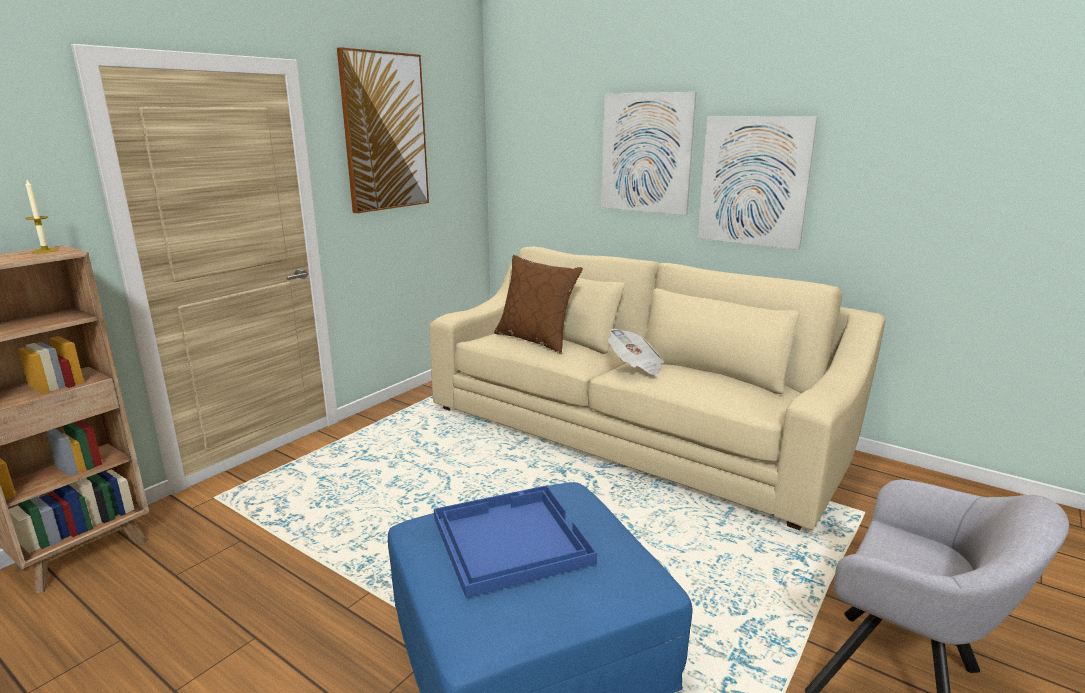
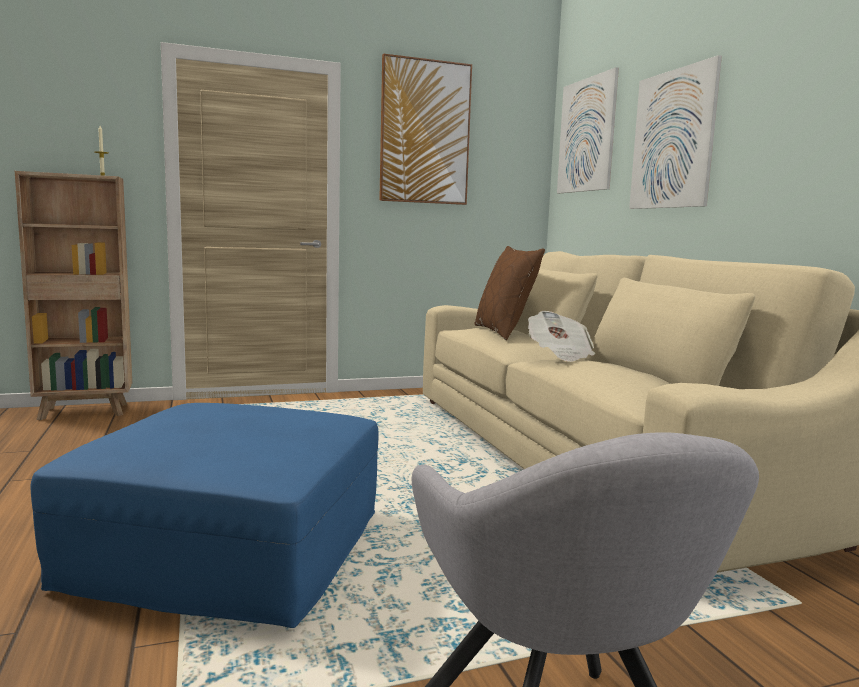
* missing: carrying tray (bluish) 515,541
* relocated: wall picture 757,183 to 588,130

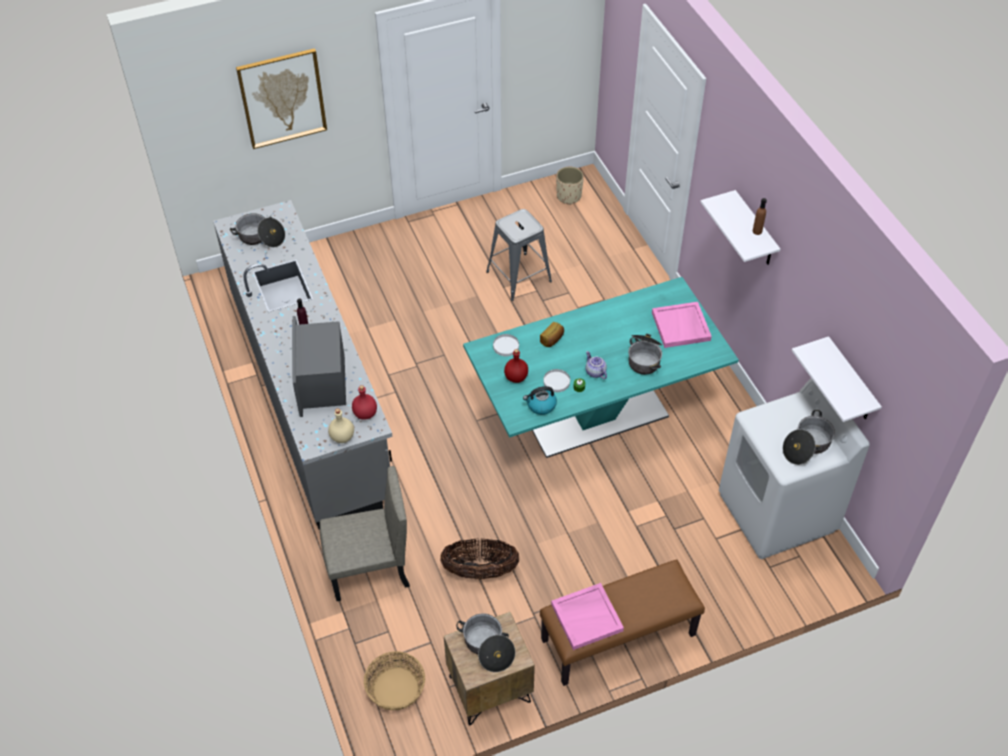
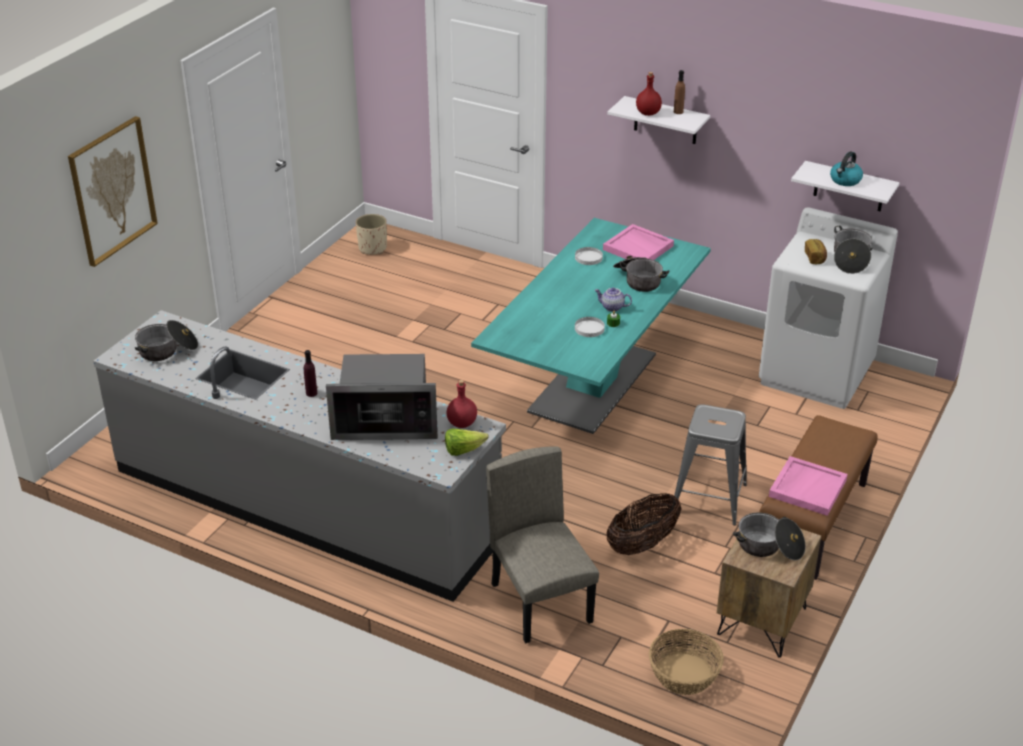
* relocated: stool (gray) 519,255 to 710,464
* relocated: plate (white-coloured) 506,345 to 589,256
* relocated: drink bottle (reddish) 516,366 to 649,94
* relocated: water kettle 540,400 to 846,168
* relocated: bread 552,334 to 816,251
* exchanged: drink bottle (beige-coloured) 341,425 to lettuce head 467,442
* spun: kitchen microwave 319,366 = 382,397 45 degrees counterclockwise
* spun: chair (beige-coloured) 365,533 = 542,544 60 degrees counterclockwise

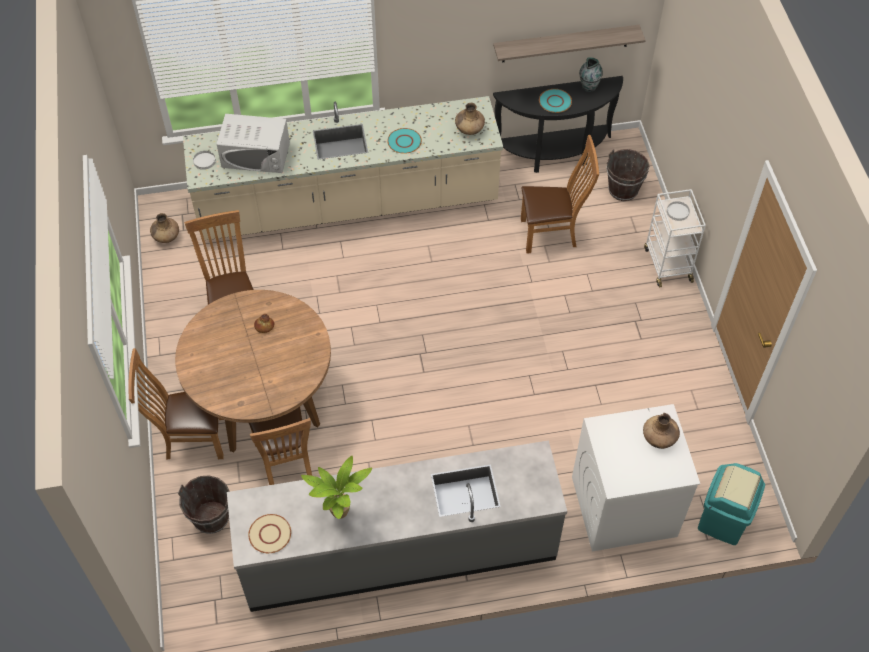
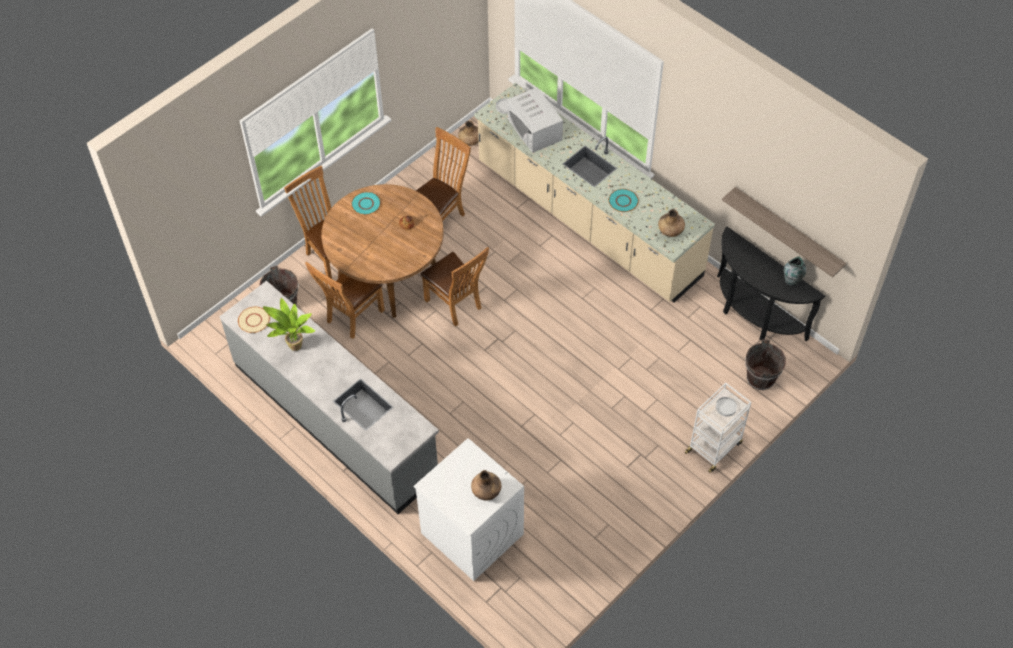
* missing: trash can (blue-green) 731,504
* relocated: chair (brownish) 560,194 to 455,287
* relocated: plate (blue-green) 555,101 to 366,203

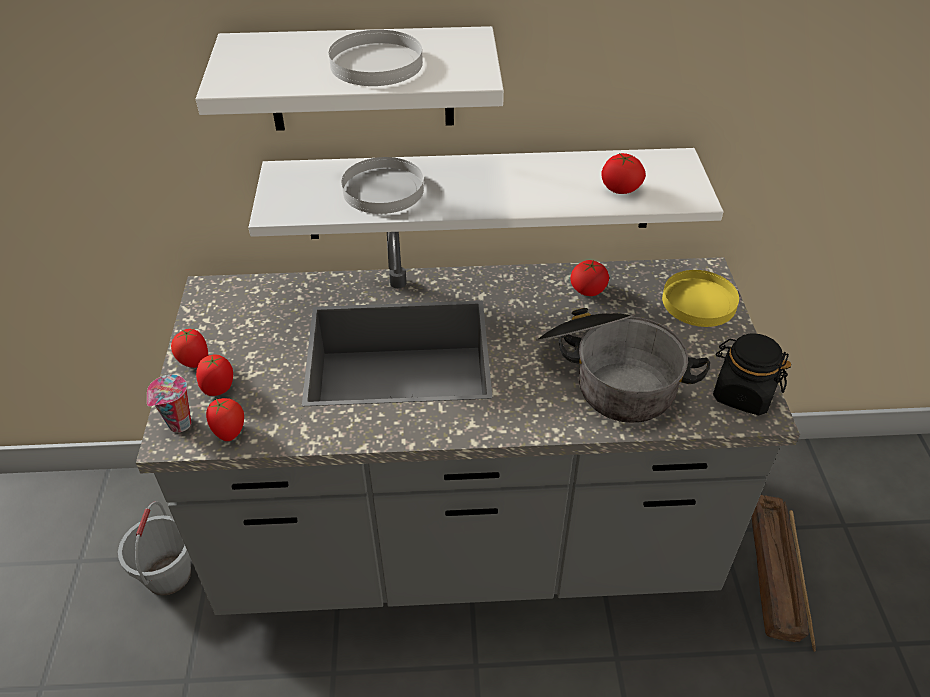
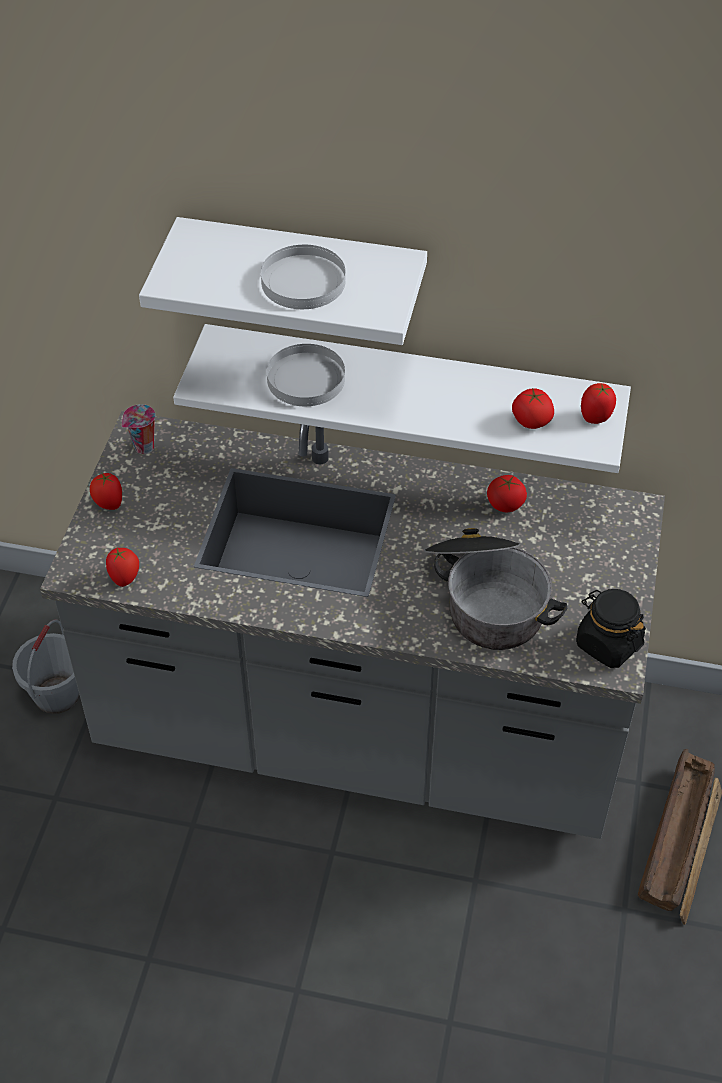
* missing: plate (yellow) 700,298
* relocated: drinking cup 169,404 to 139,429
* relocated: whole tomato 214,375 to 598,403

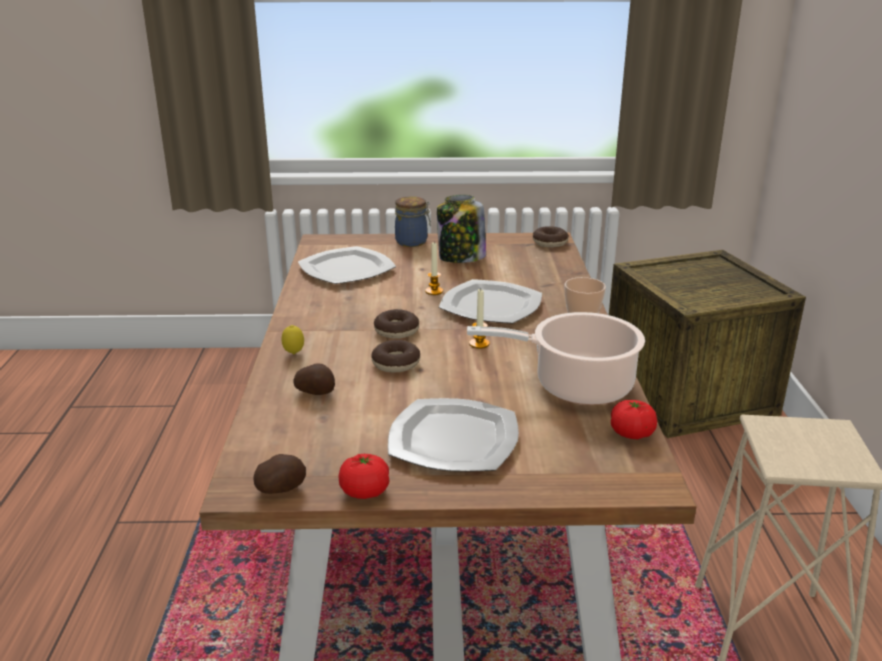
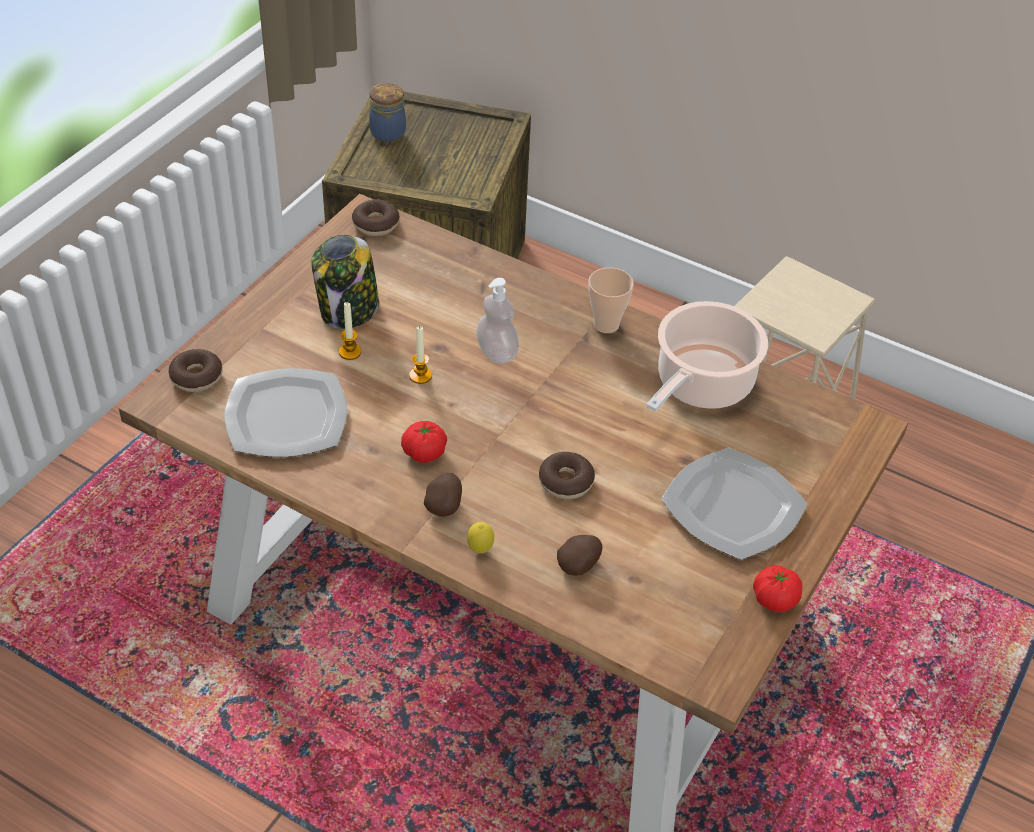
* relocated: potato 279,474 to 443,495
* relocated: ring doughnut 396,324 to 196,370
* relocated: jar 413,221 to 387,112
* relocated: wax candle 479,319 to 350,331
* relocated: whole tomato 634,419 to 424,442
* exchanged: plate 490,301 to soap bottle 497,320

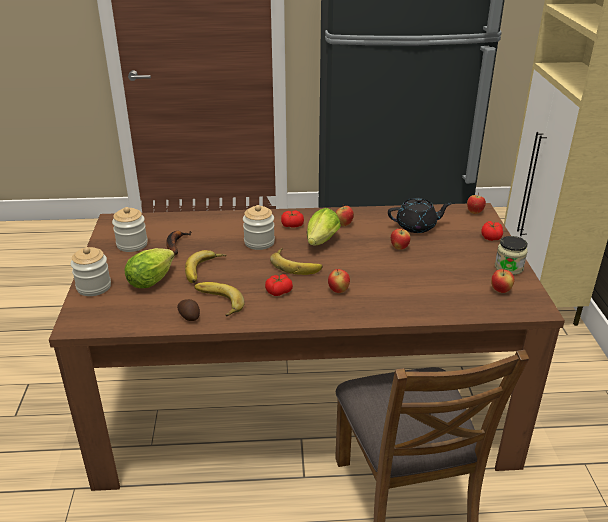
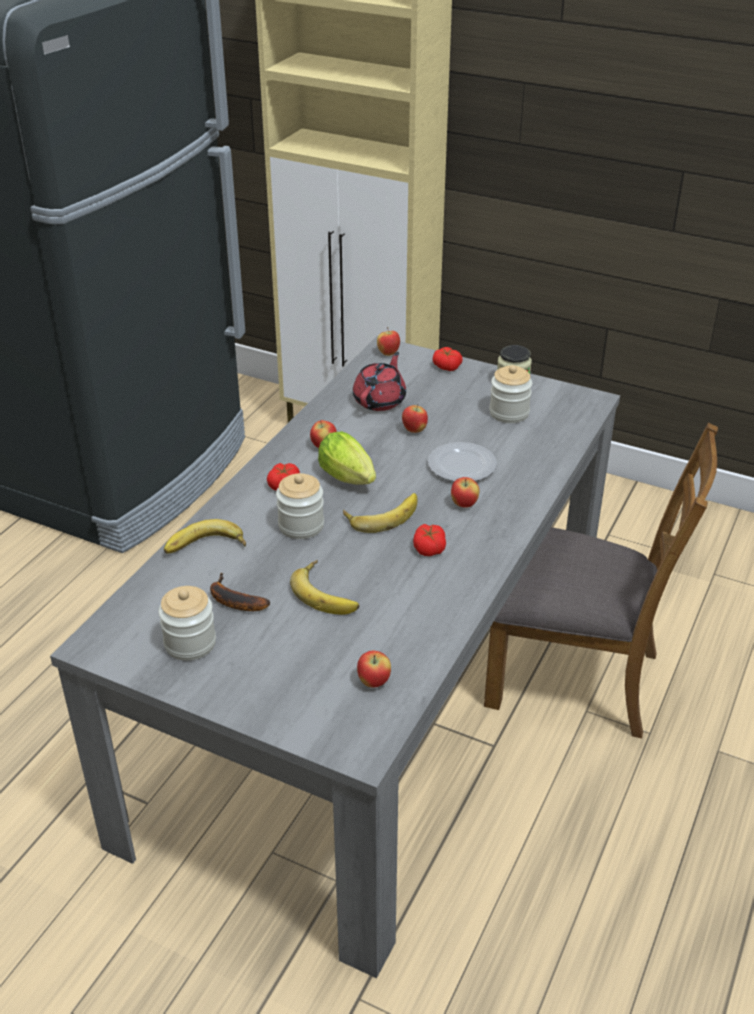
* missing: lettuce head 150,268
* missing: potato 188,310
* appeared: plate 462,461
* relocated: jar 91,271 to 510,394
* relocated: banana fruit 219,299 to 205,536
* relocated: apple 502,281 to 374,669
* colour: dining table (brownish) 307,347 to dining table (gray) 335,657
* colour: pot for tea (black) 420,215 to pot for tea (reddish) 379,381

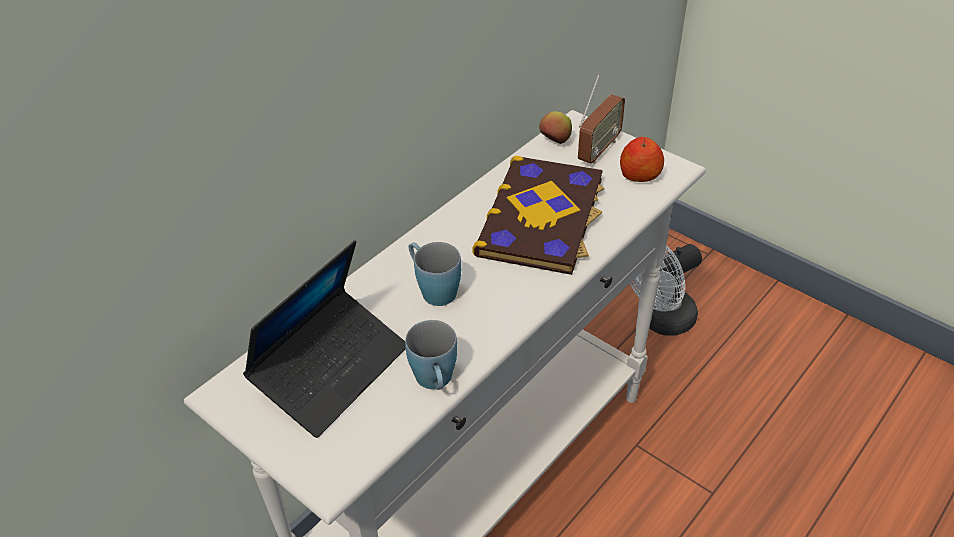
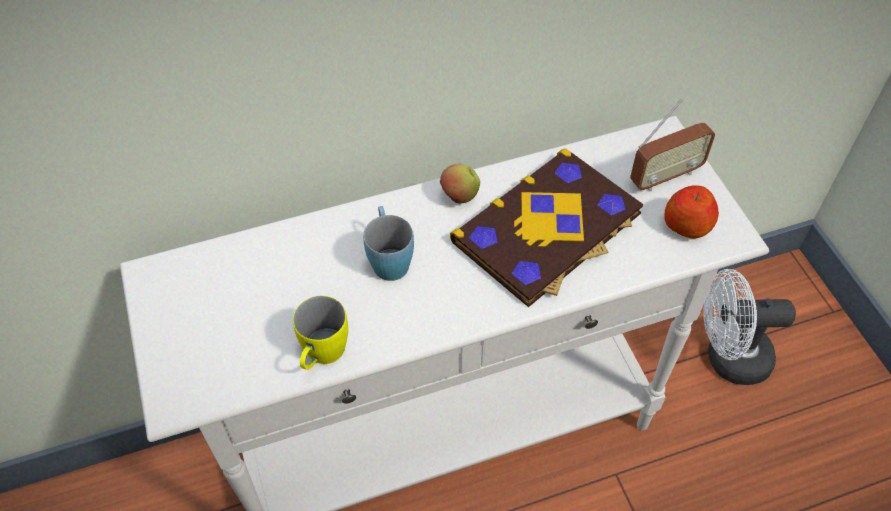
* missing: notebook computer 324,339
* relocated: apple 555,127 to 460,184
* colour: tea mug (bluish) 431,355 to tea mug (yellow) 320,333

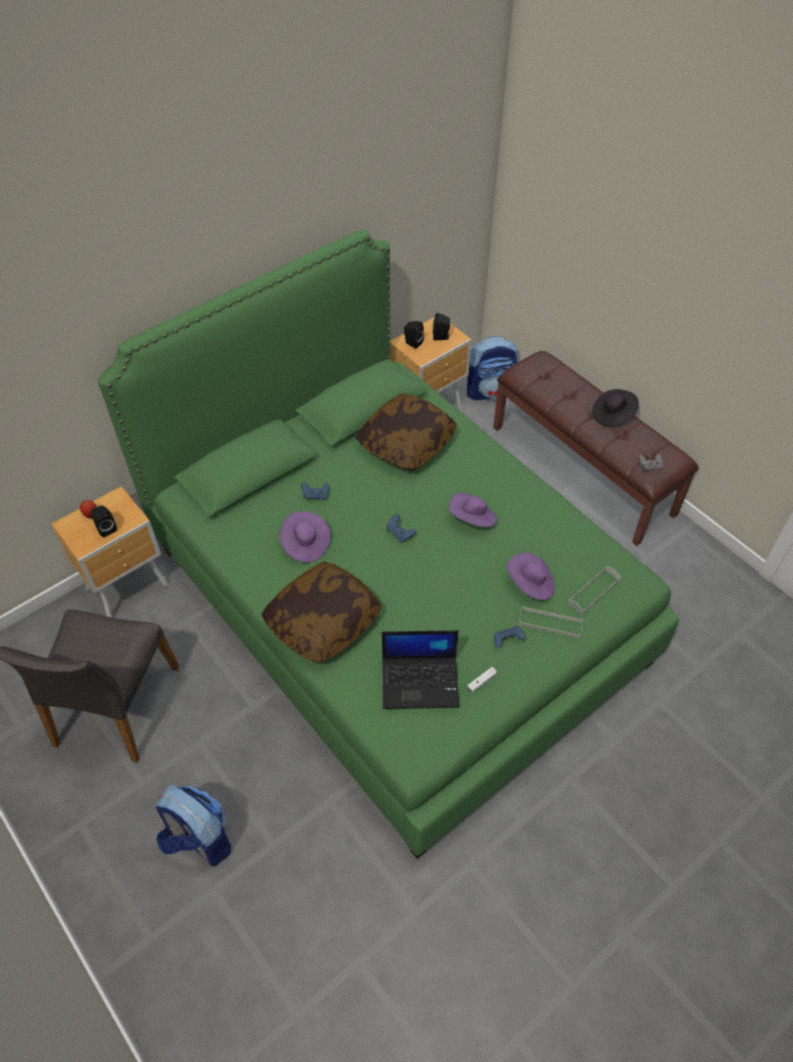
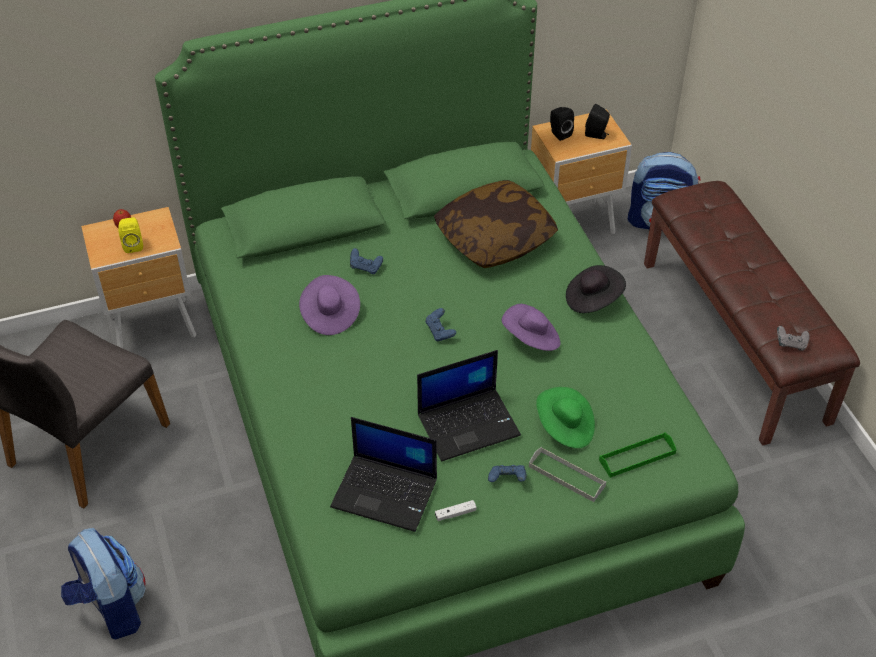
* missing: pillow 321,612
* appeared: notebook computer 469,406
* relocated: clothing hat (black) 615,408 to 596,289
* colour: audio speaker (black) 104,521 to audio speaker (yellow) 130,235
* colour: clothing hat (purple) 531,576 to clothing hat (green) 565,417
* colour: carrying tray (gray) 594,590 to carrying tray (green) 638,455

